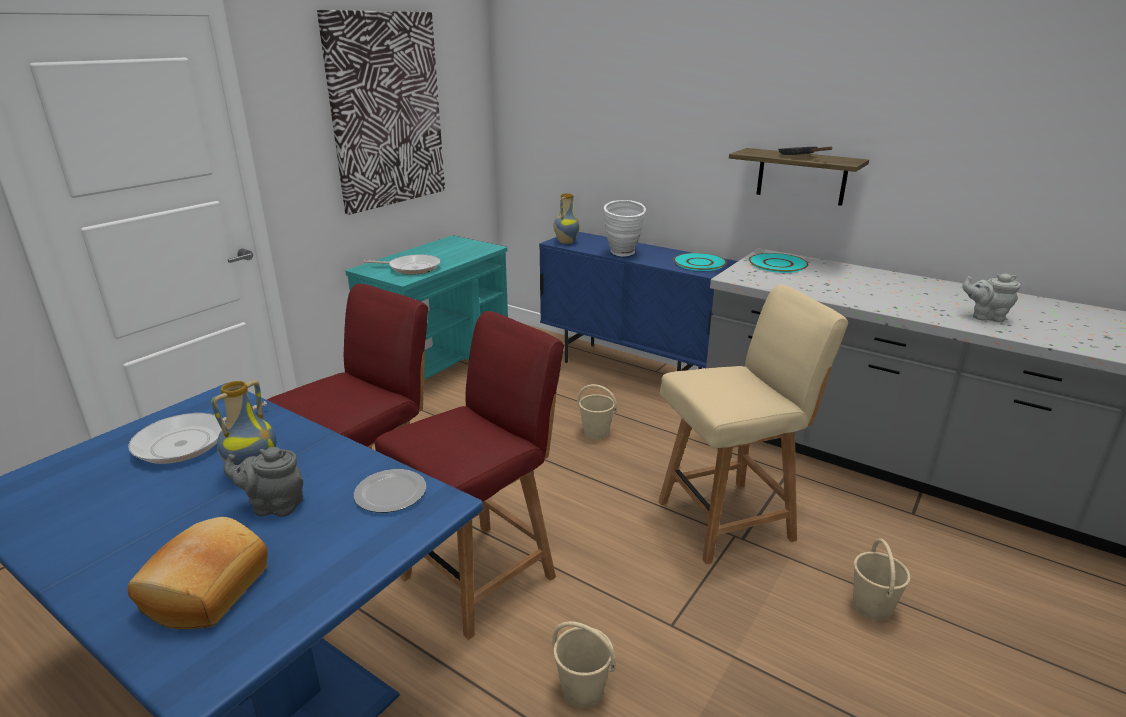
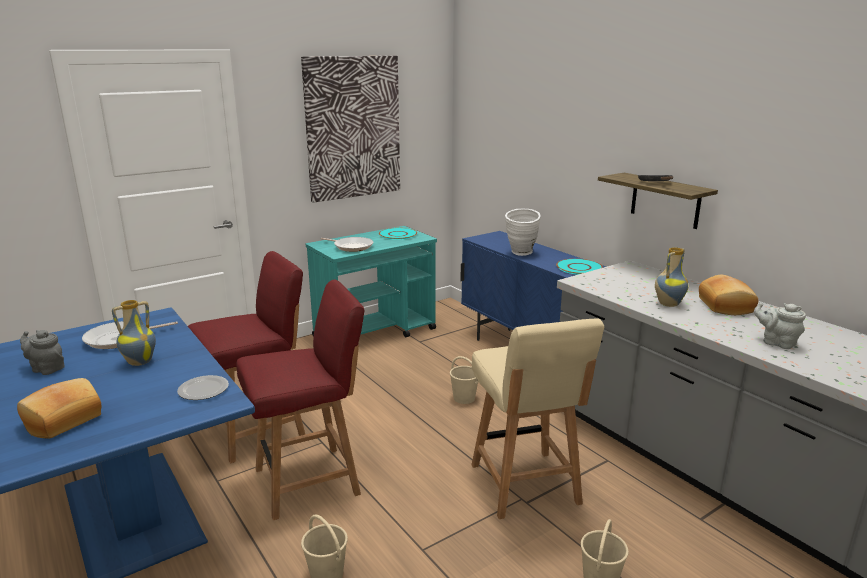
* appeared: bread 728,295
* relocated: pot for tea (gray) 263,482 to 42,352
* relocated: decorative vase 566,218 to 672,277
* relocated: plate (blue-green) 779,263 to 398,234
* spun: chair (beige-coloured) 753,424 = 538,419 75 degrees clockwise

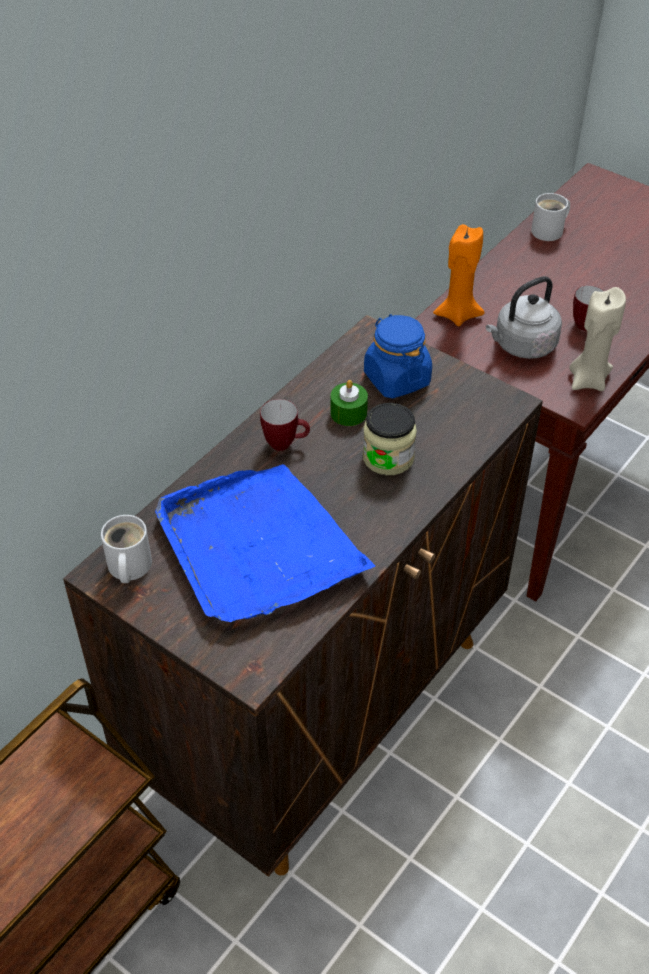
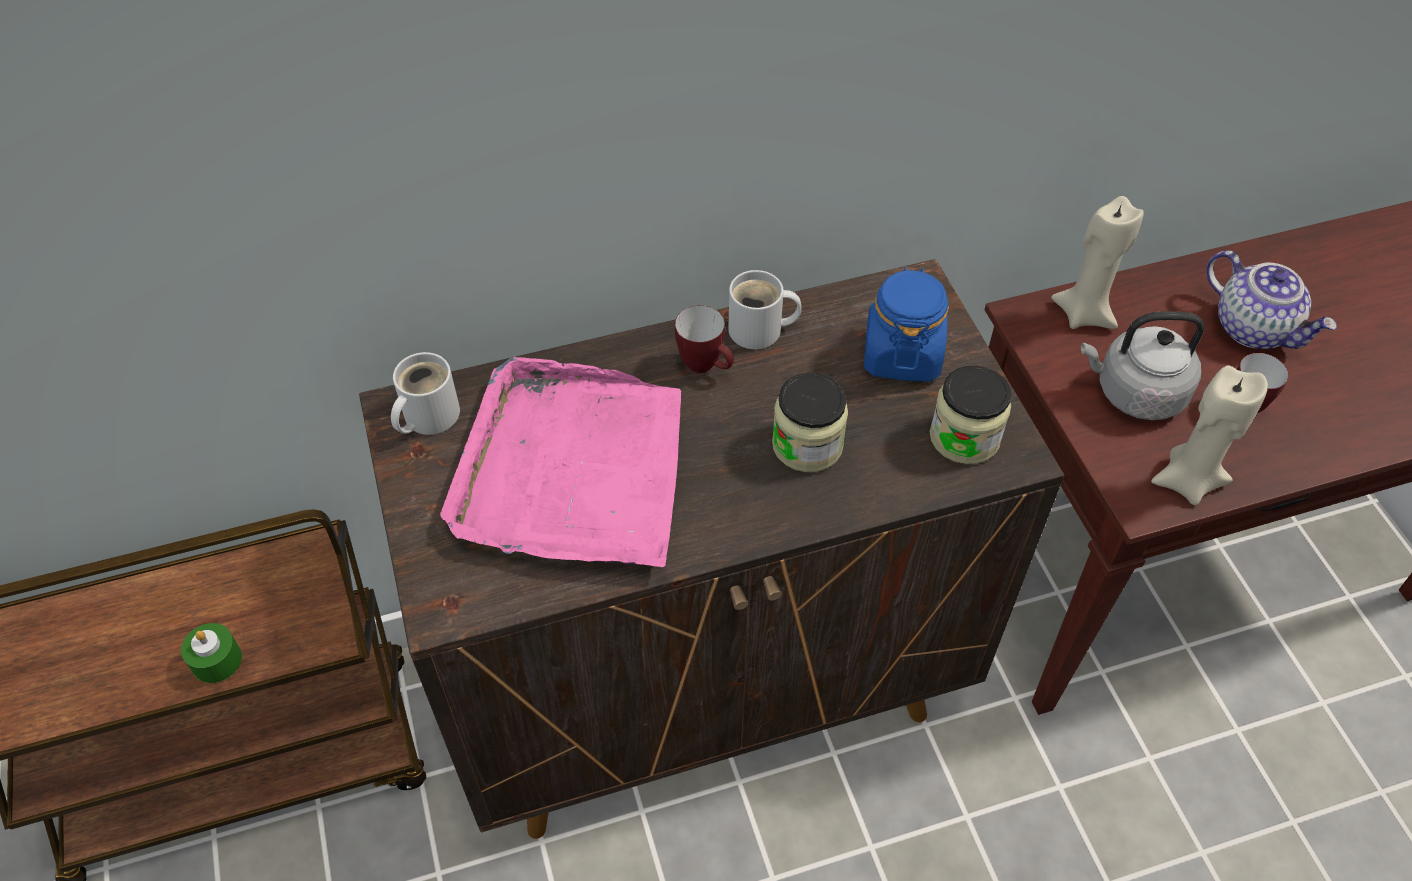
* appeared: jar 971,415
* appeared: pot for tea 1271,299
* relocated: wax candle (green) 349,403 to 211,653
* relocated: tea mug (white-coloured) 550,217 to 765,309
* colour: carrying tray (bluish) 265,543 to carrying tray (pink) 560,462
* colour: wax candle (orange) 459,275 to wax candle (beige-coloured) 1097,262

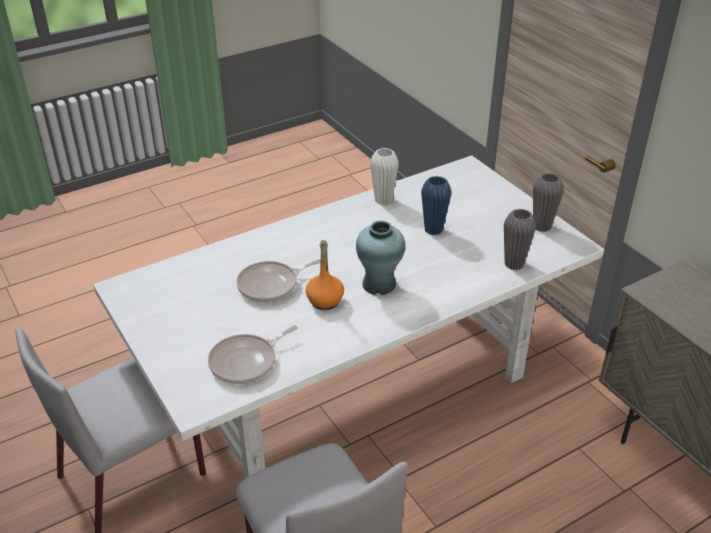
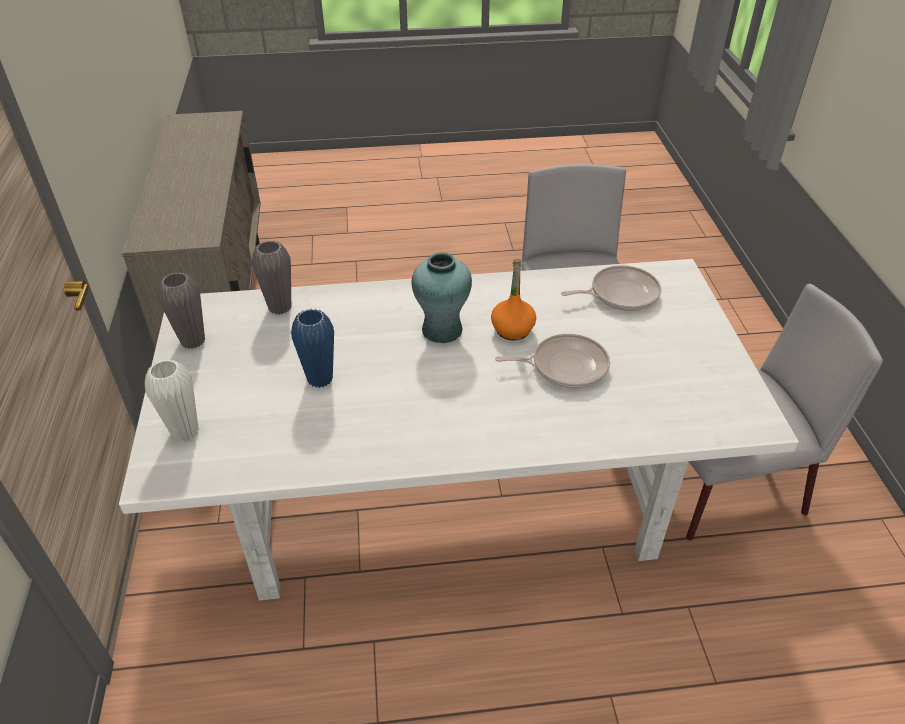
* relocated: decorative vase (white-coloured) 384,176 to 172,400

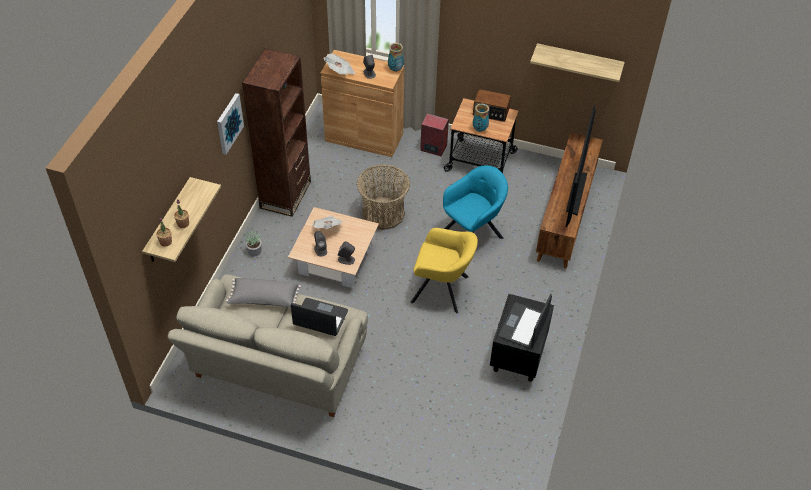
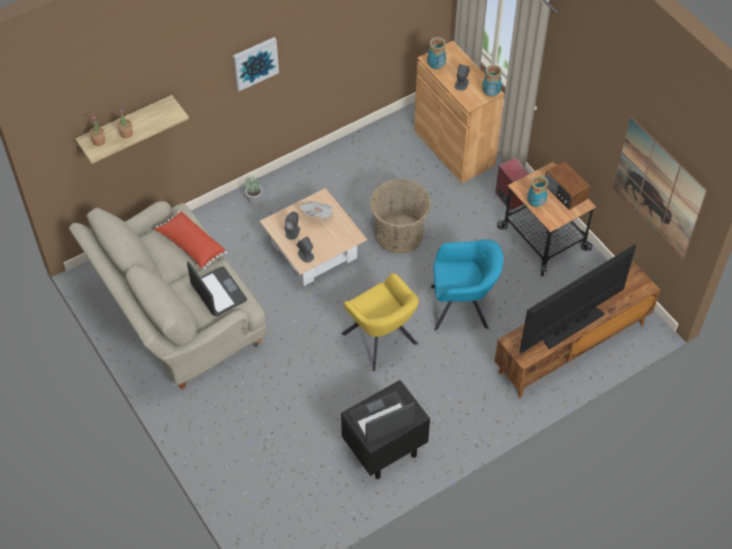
* missing: shelving unit (brownish) 276,132
* exchanged: newspaper 339,64 to decorative vase 436,53
* exchanged: shelf 577,62 to wall picture 660,188
* colour: pillow (gray) 263,293 to pillow (reddish) 191,240

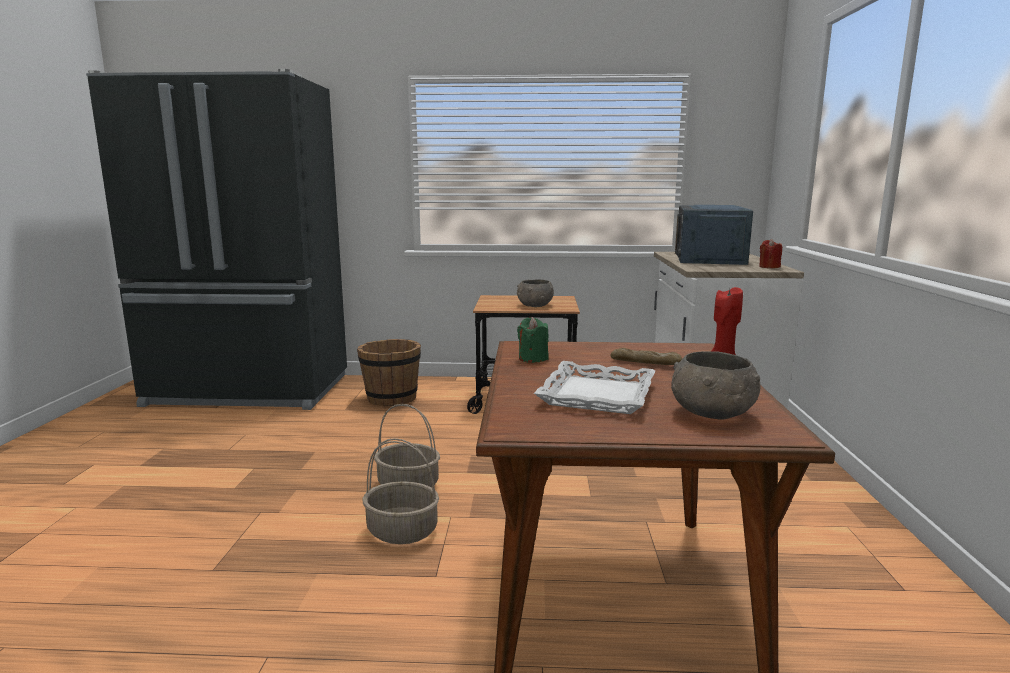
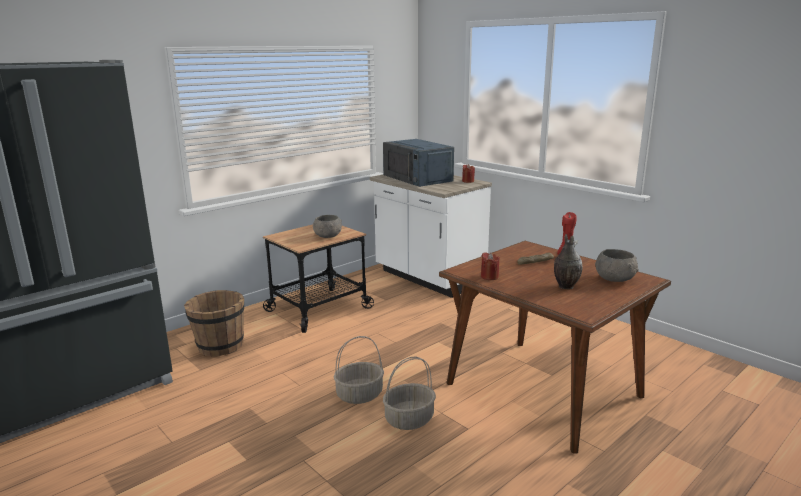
* exchanged: carrying tray (white-coloured) 594,387 to decorative vase 568,261
* colour: wax candle (green) 533,340 to wax candle (reddish) 490,266

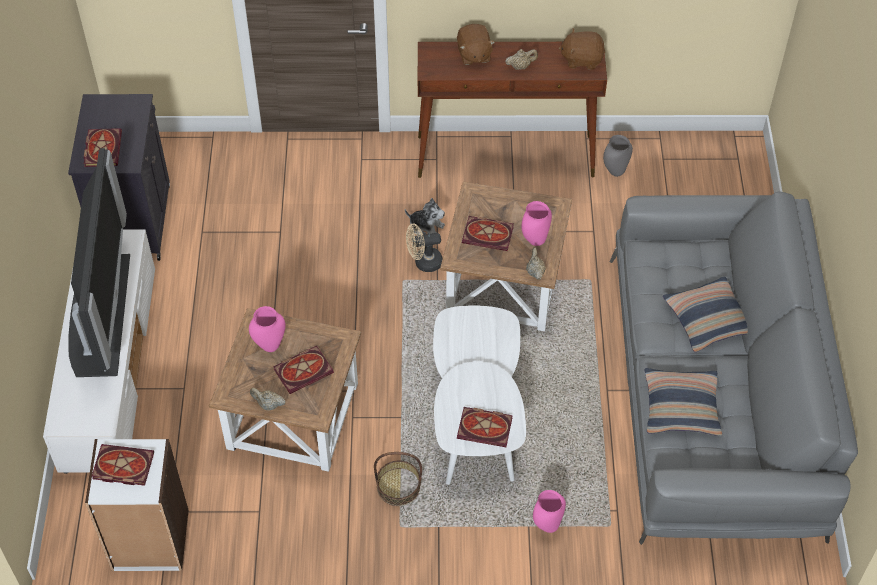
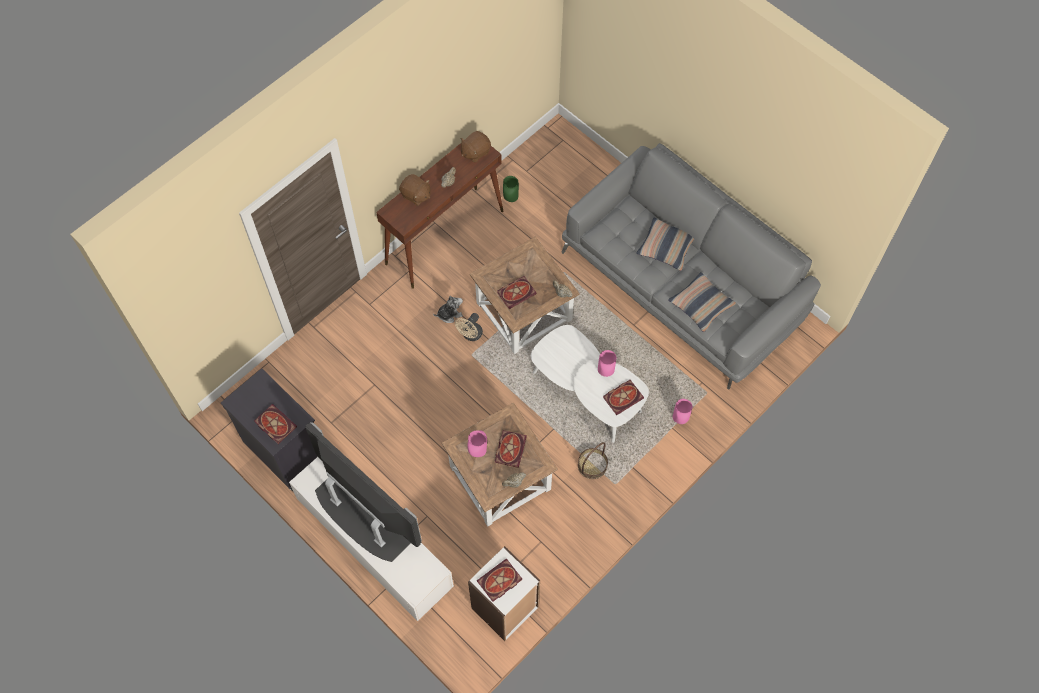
* relocated: decorative vase (pink) 536,223 to 607,363
* colour: decorative vase (gray) 618,156 to decorative vase (green) 511,189

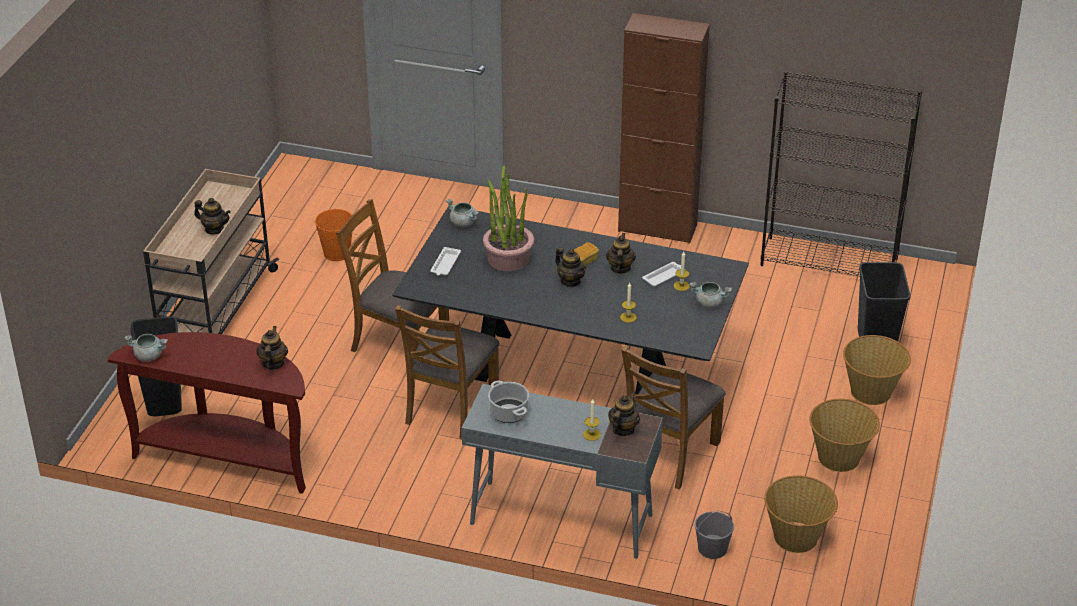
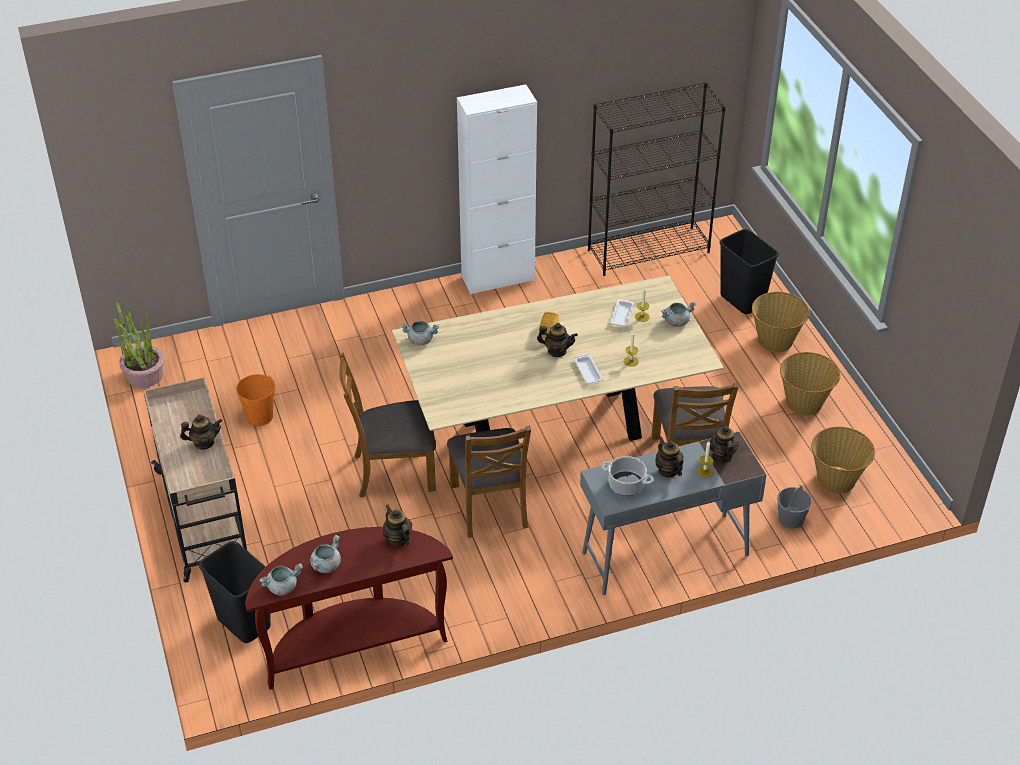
* appeared: saucepot (gray) 325,554
* relocated: carrying tray (white-coloured) 445,261 to 588,369
* relocated: potted plant 508,218 to 139,345
* relocated: pot for tea 621,253 to 669,456
* colour: dining table (black) 571,301 to dining table (beige-coloured) 558,358
* colour: cabinet (brownish) 664,128 to cabinet (white-coloured) 497,189

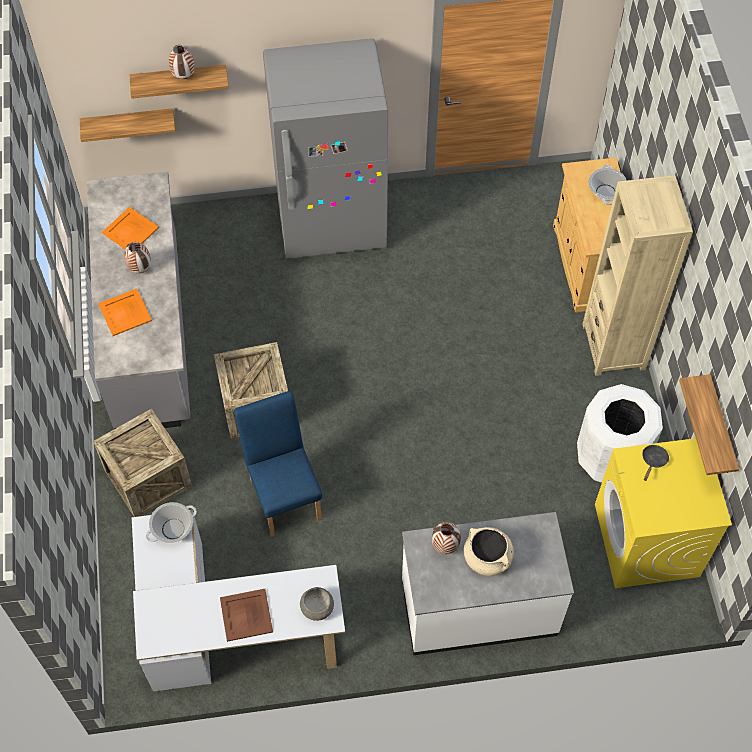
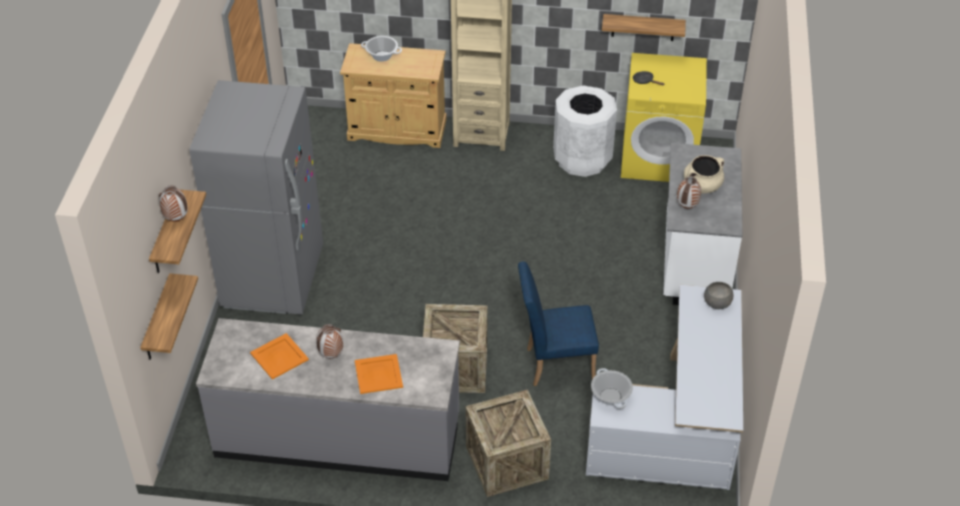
* missing: carrying tray (brownish) 246,615

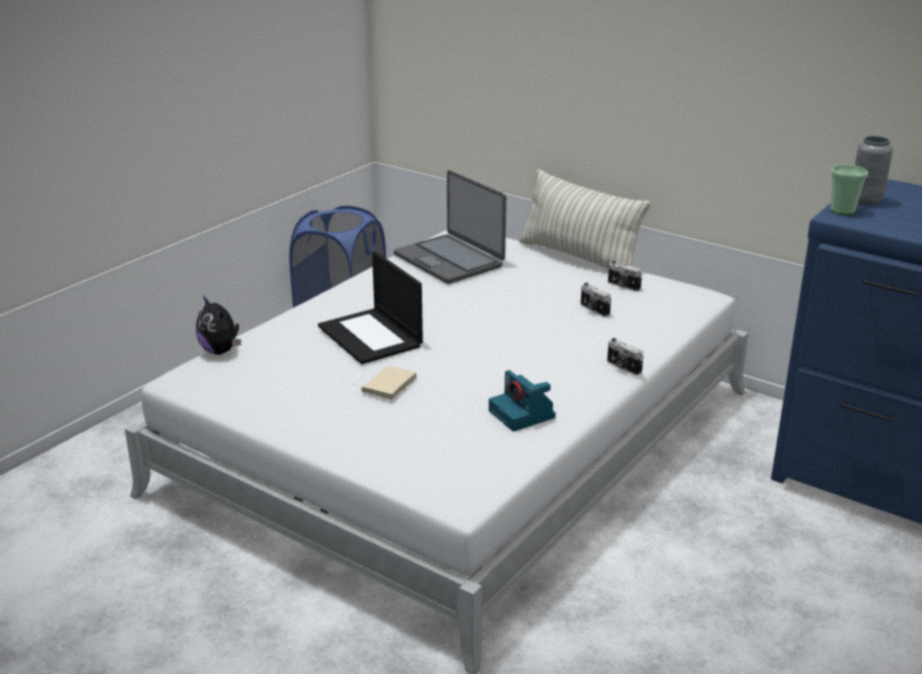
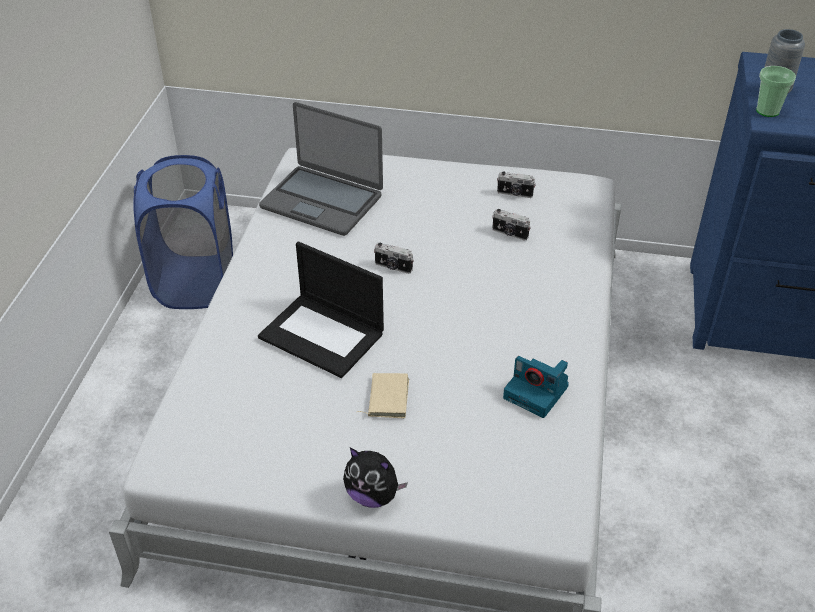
* missing: pillow 585,219
* relocated: soft toy 218,325 to 375,477
* relocated: still camera 625,357 to 394,258

